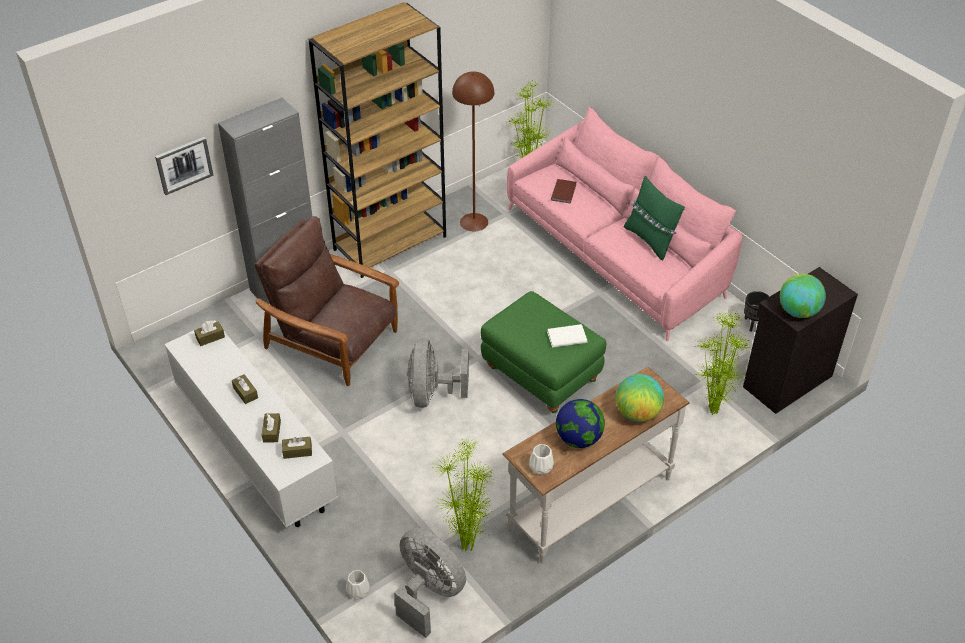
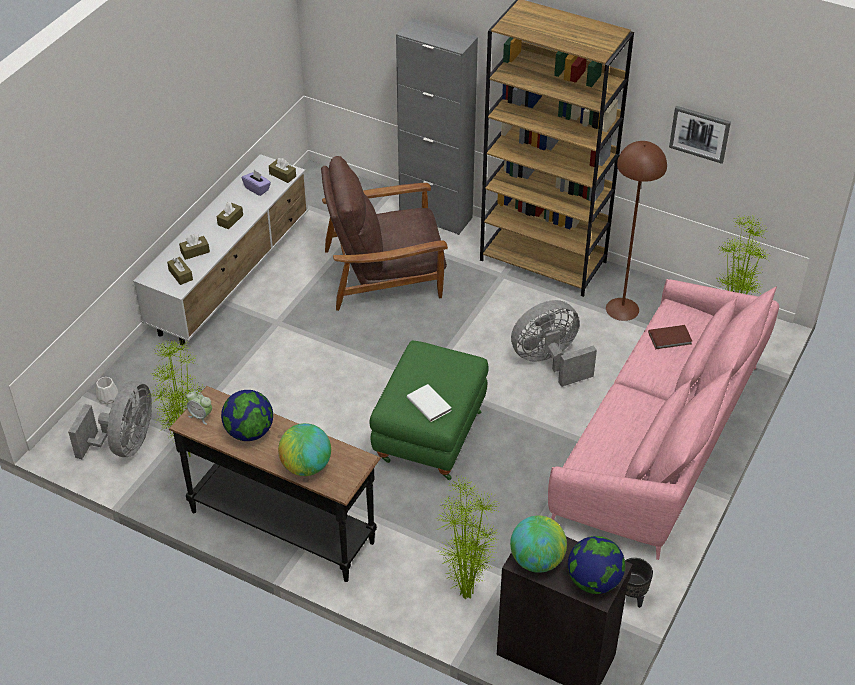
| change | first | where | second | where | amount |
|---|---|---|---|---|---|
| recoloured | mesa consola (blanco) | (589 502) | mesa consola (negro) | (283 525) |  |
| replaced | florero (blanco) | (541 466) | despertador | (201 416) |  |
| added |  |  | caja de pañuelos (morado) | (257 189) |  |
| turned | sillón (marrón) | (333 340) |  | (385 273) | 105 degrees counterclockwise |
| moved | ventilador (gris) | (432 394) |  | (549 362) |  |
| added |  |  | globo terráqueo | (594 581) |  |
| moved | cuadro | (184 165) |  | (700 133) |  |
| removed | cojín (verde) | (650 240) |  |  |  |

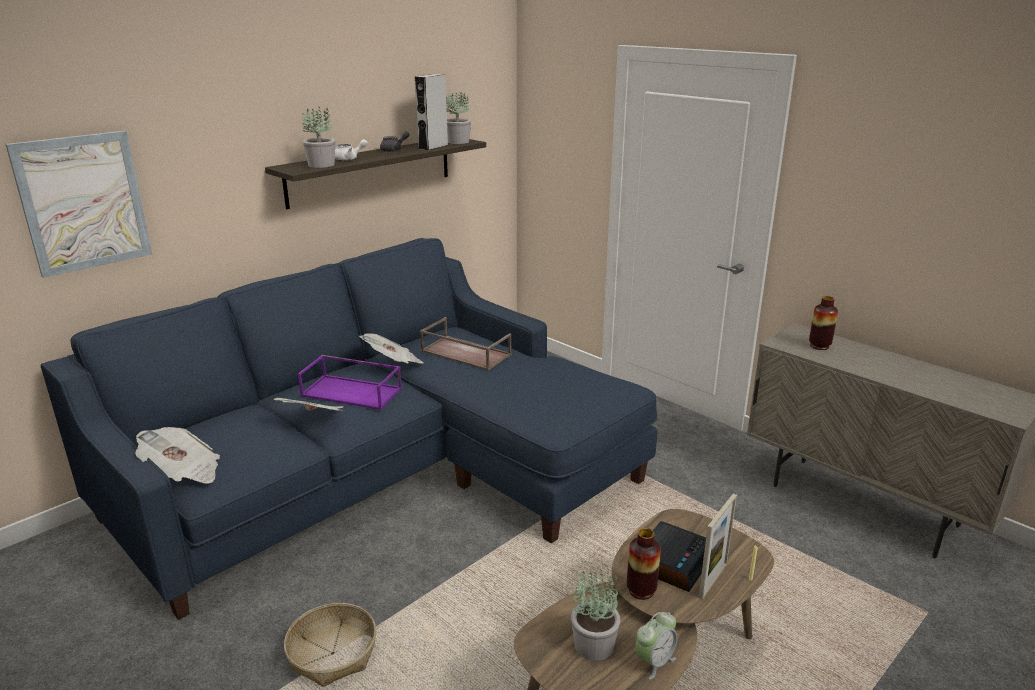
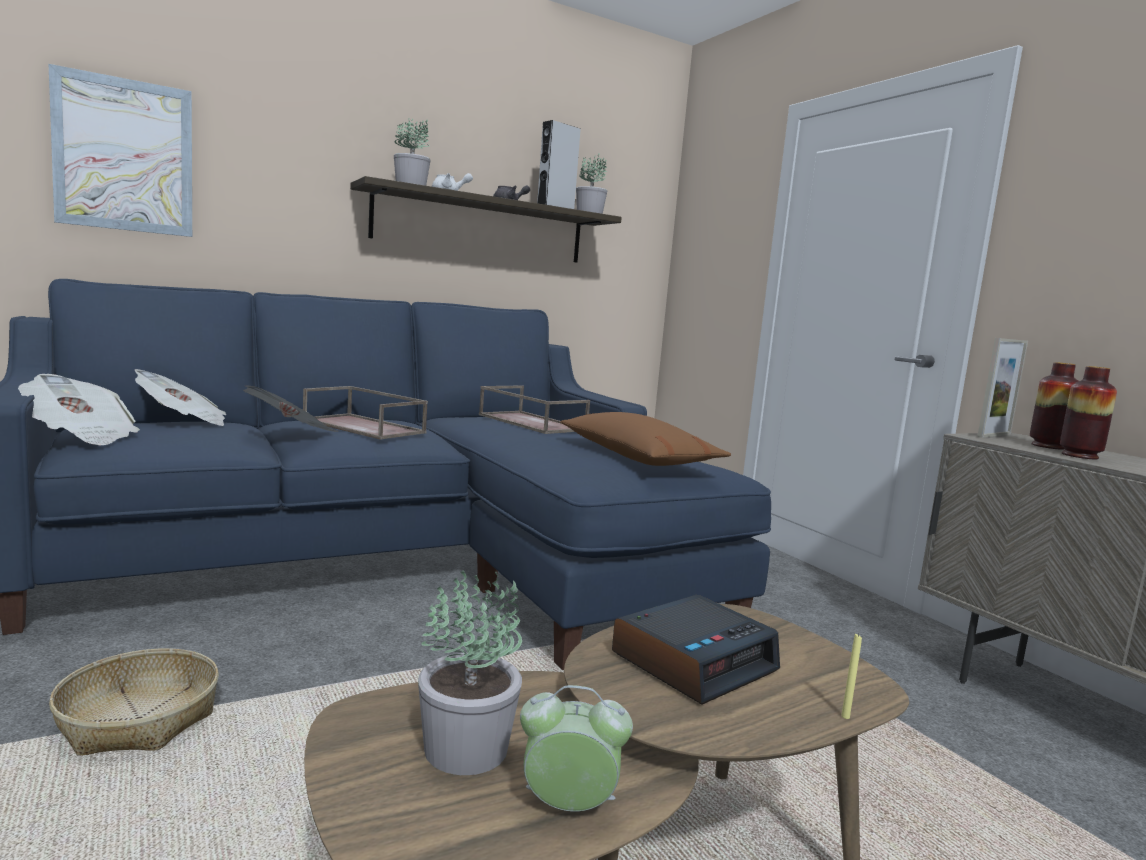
| change | first | where | second | where | amount |
|---|---|---|---|---|---|
| moved | periódico | (393 363) |  | (184 421) |  |
| recoloured | bandeja (morado) | (353 392) | bandeja (marrón) | (365 427) |  |
| turned | despertador | (654 662) |  | (568 808) | 150 degrees counterclockwise |
| added |  |  | cojín (marrón) | (637 457) |  |
| moved | portarretratos | (713 580) |  | (994 435) |  |
| moved | florero | (641 590) |  | (1079 456) |  |

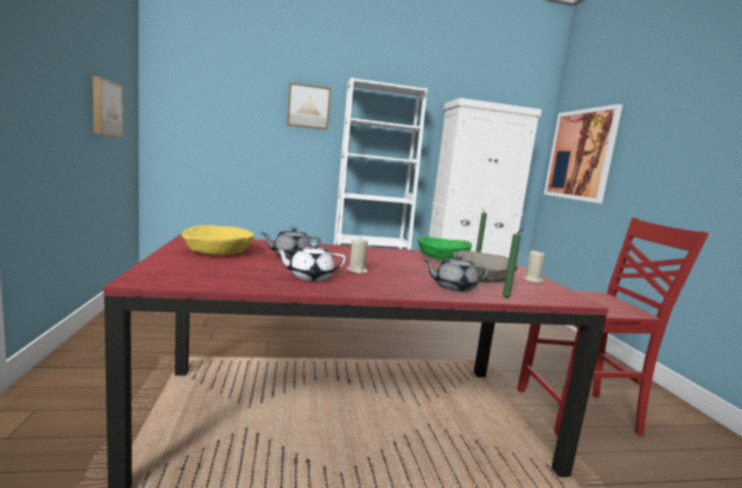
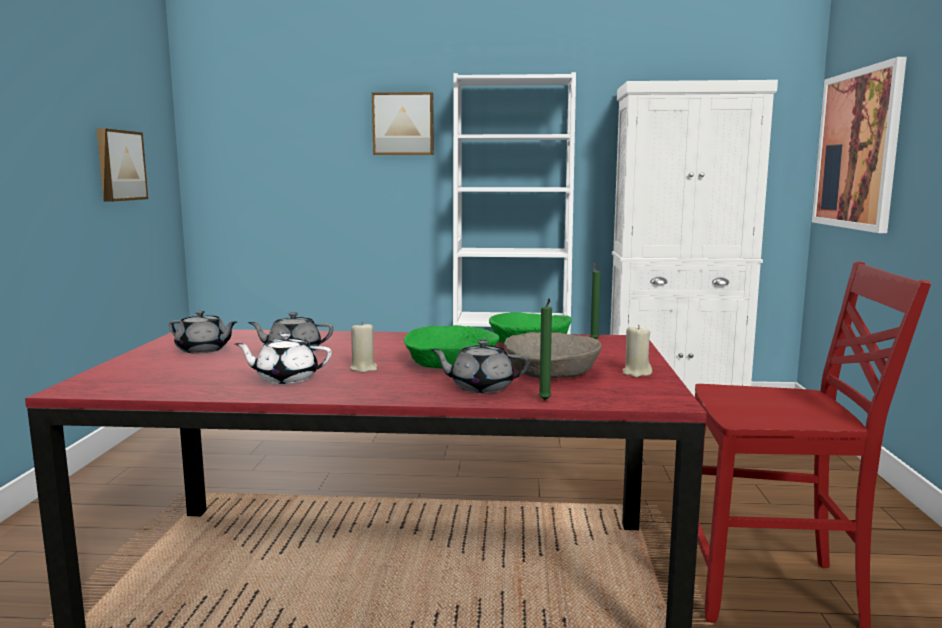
| change | first | where | second | where | amount |
|---|---|---|---|---|---|
| replaced | cuenco (amarillo) | (219 252) | tetera (gris) | (203 350) |  |
| added |  |  | cuenco (verde) | (452 363) |  |

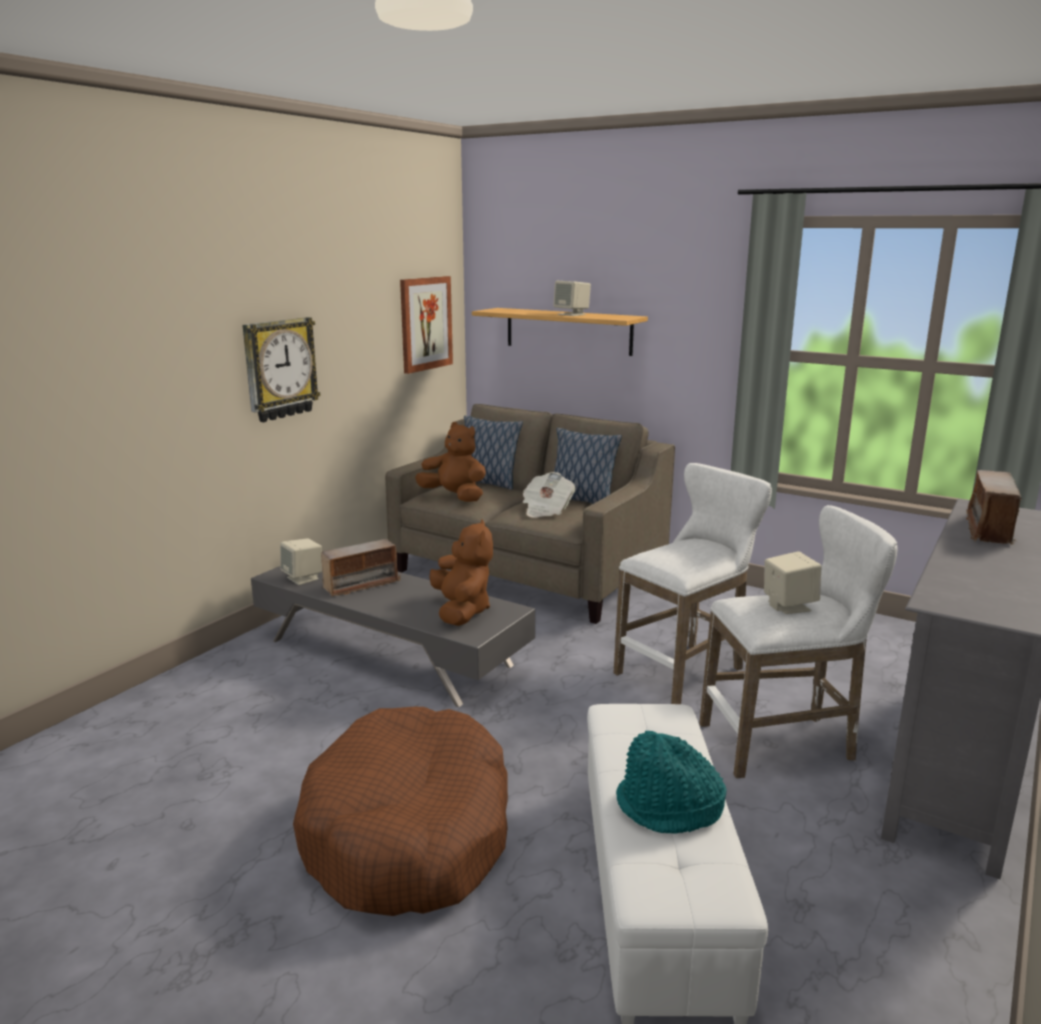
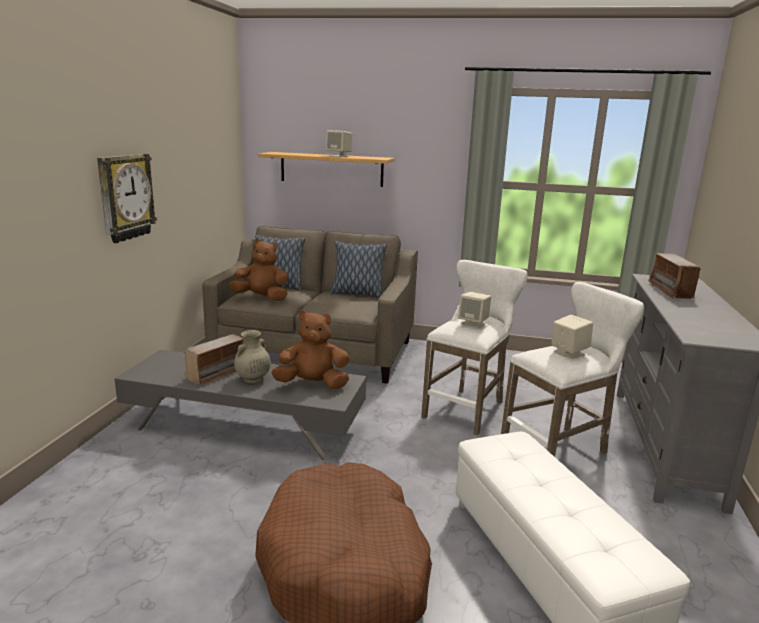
| change | first | where | second | where | amount |
|---|---|---|---|---|---|
| added |  |  | florero (beis) | (252 379) |  |
| turned | peluche (marrón) | (461 611) |  | (313 384) | 60 degrees counterclockwise |
| moved | altavoz (beis) | (303 578) |  | (473 323) |  |
| removed | cuadro | (425 323) |  |  |  |
| removed | periódico | (546 510) |  |  |  |
| removed | sombrero (turquesa) | (669 808) |  |  |  |

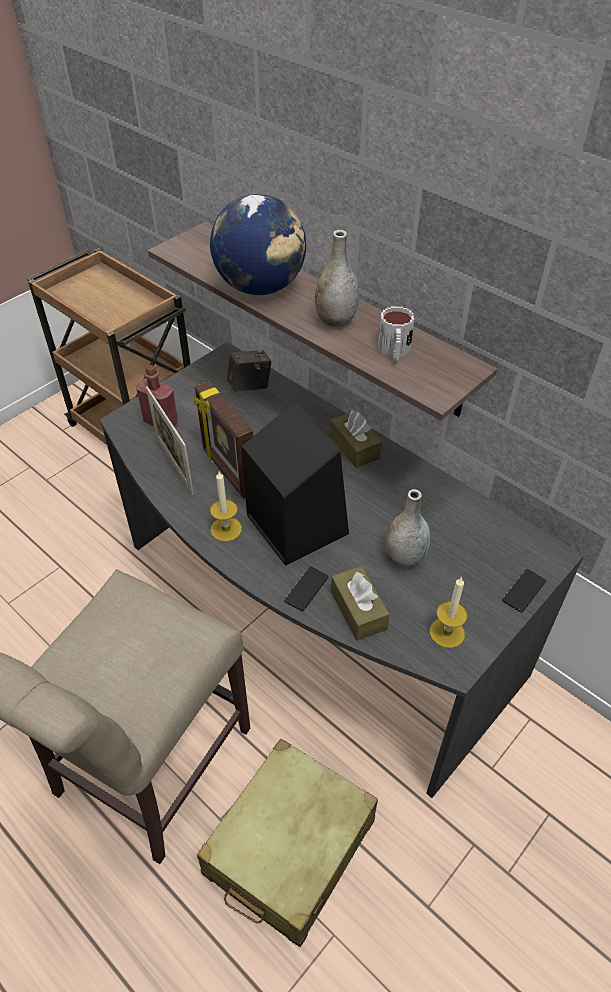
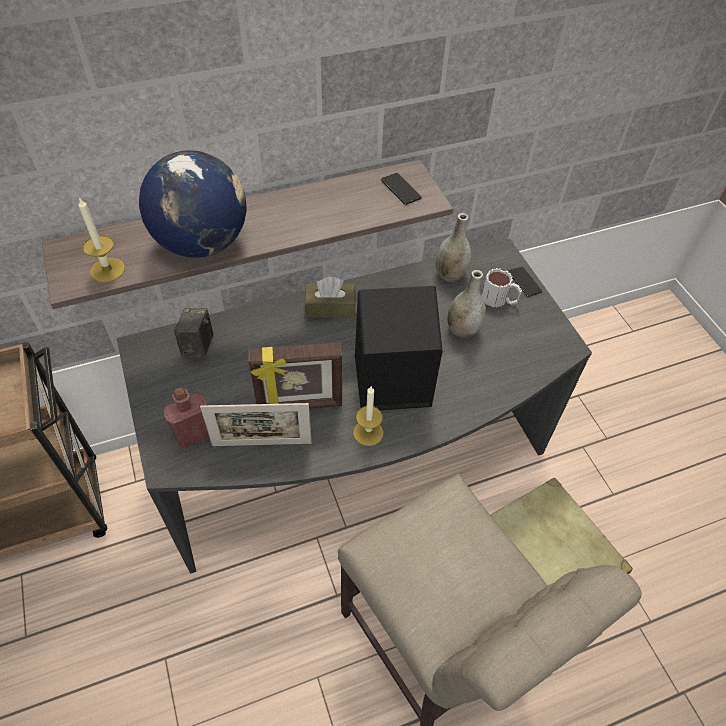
| change | first | where | second | where | amount |
|---|---|---|---|---|---|
| moved | vela | (447 632) |  | (107 270) |  |
| moved | móvil | (306 589) |  | (400 189) |  |
| moved | florero (gris) | (336 321) |  | (450 275) |  |
| moved | taza grande | (394 352) |  | (499 300) |  |
| removed | caja de pañuelos (marrón) | (358 610) |  |  |  |

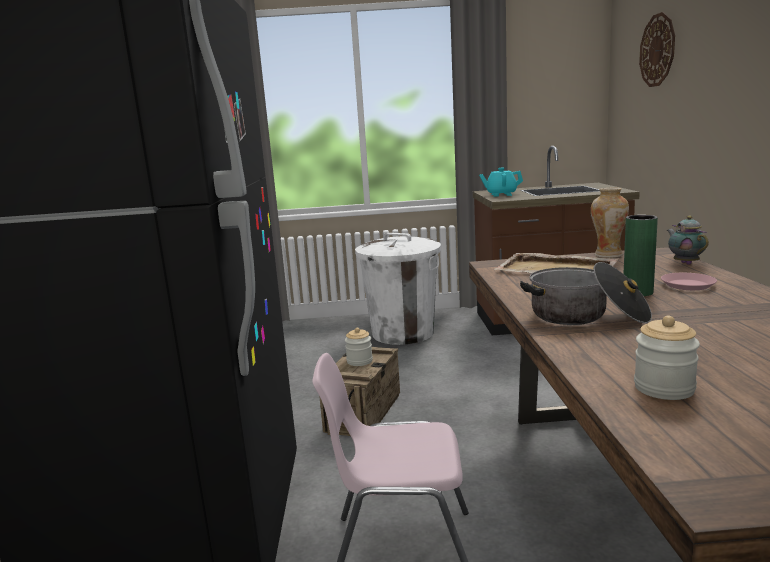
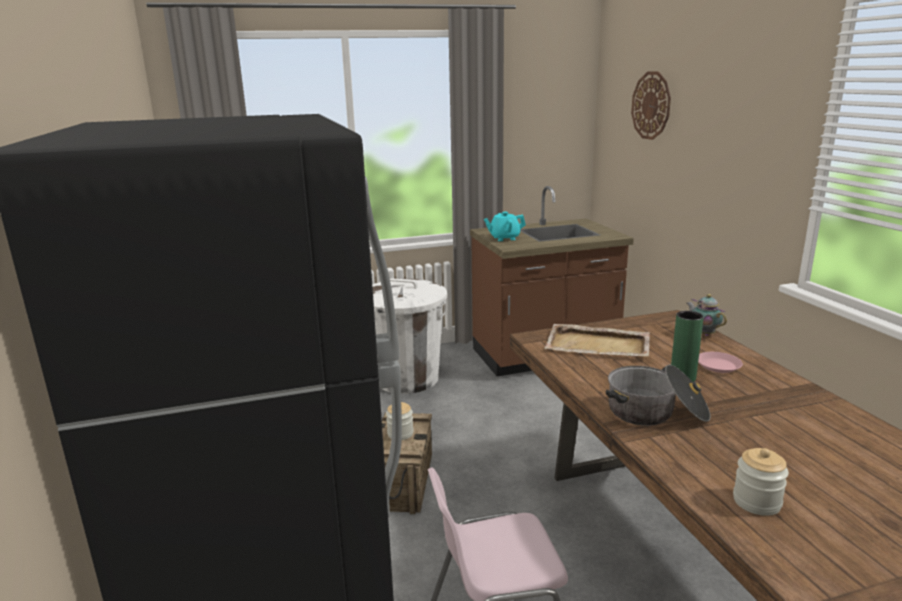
| change | first | where | second | where | amount |
|---|---|---|---|---|---|
| removed | florero | (608 255) |  |  |  |

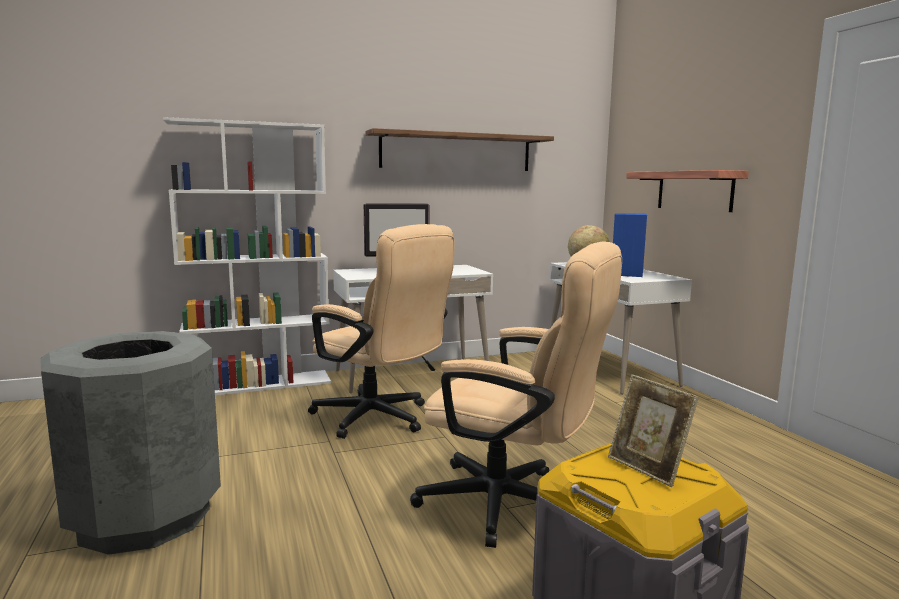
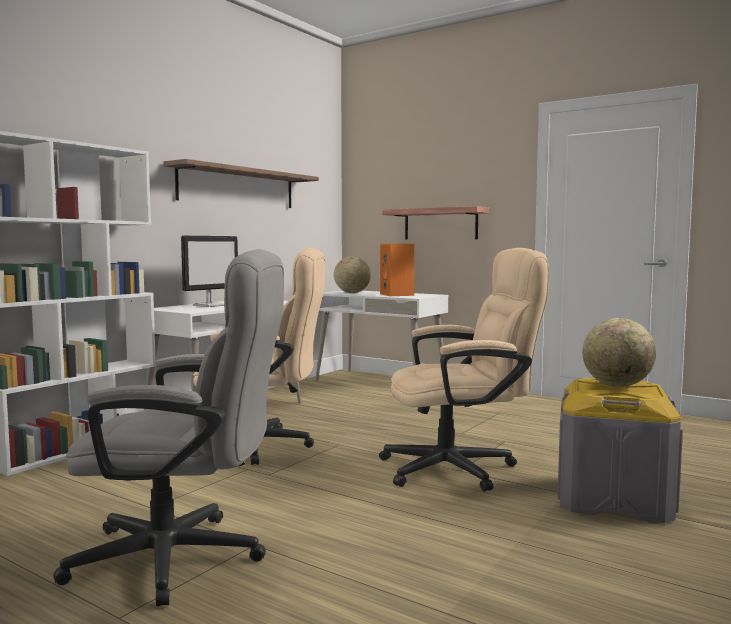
| change | first | where | second | where | amount |
|---|---|---|---|---|---|
| replaced | papelera (gris) | (144 517) | silla de oficina (gris) | (185 558) |  |
| recoloured | altavoz (azul) | (627 274) | altavoz (naranja) | (397 295) |  |
| replaced | portarretratos | (647 468) | globo terráqueo | (617 386) |  |

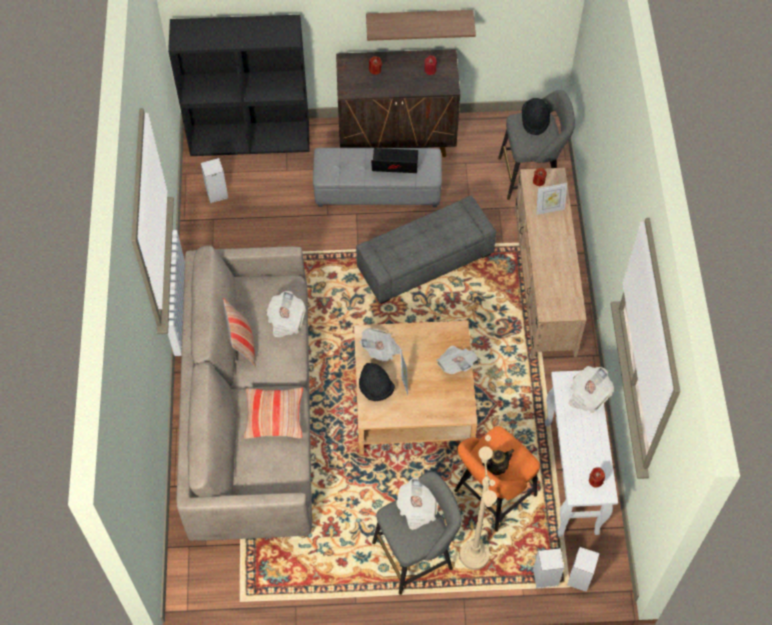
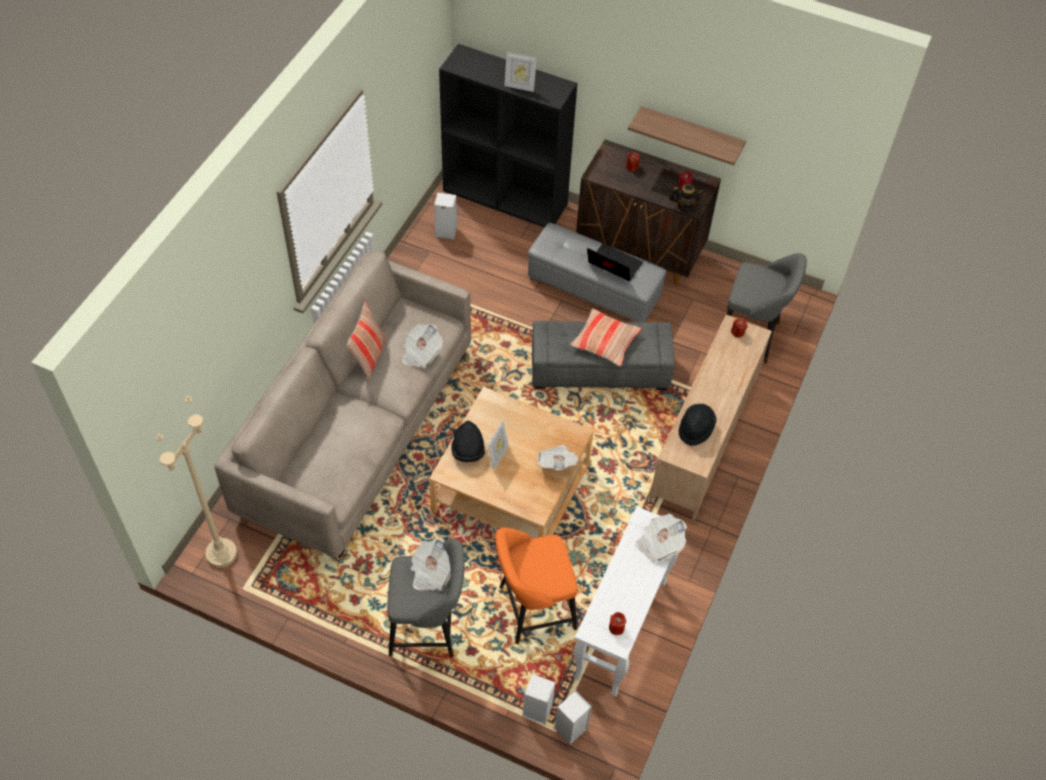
| change | first | where | second | where | amount |
|---|---|---|---|---|---|
| moved | lámpara de pie (beis) | (474 555) |  | (221 553) |  |
| moved | portarretratos | (549 209) |  | (519 86) |  |
| moved | cojín | (274 417) |  | (605 342) |  |
| moved | tetera | (495 467) |  | (684 205) |  |
| moved | sombrero (negro) | (535 121) |  | (695 429) |  |
| removed | periódico | (381 350) |  |  |  |

